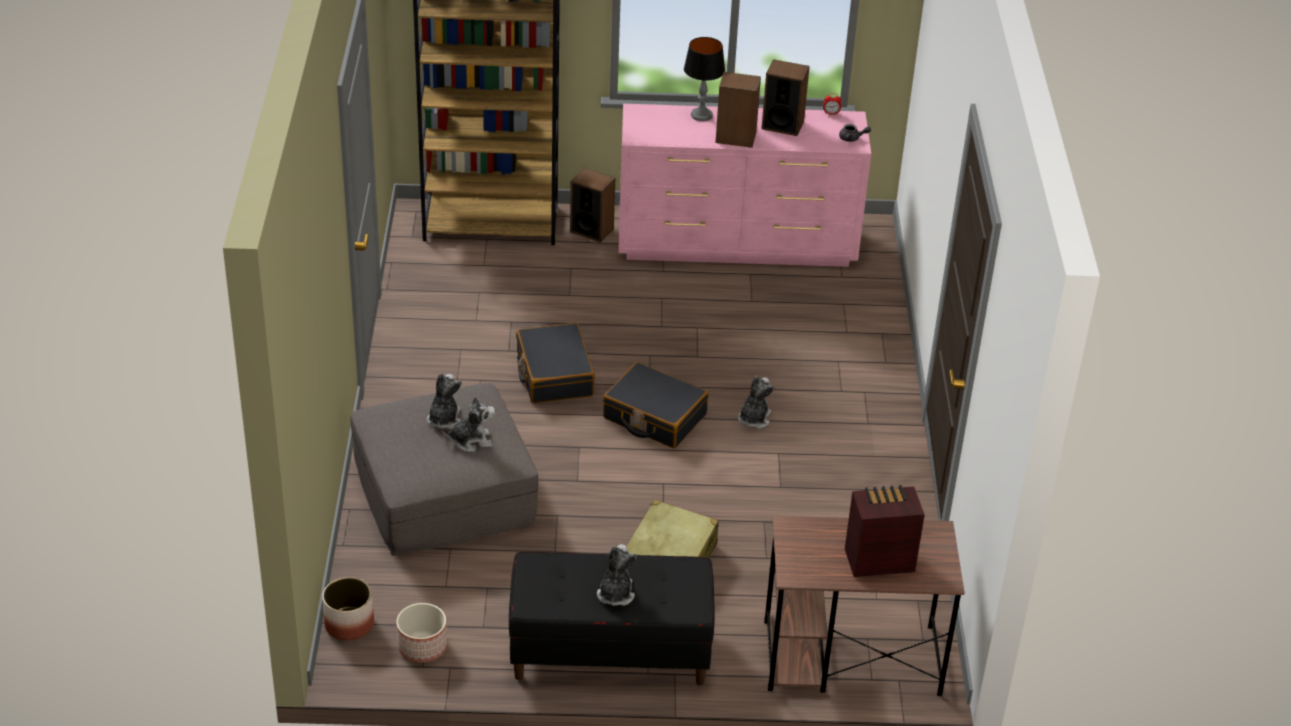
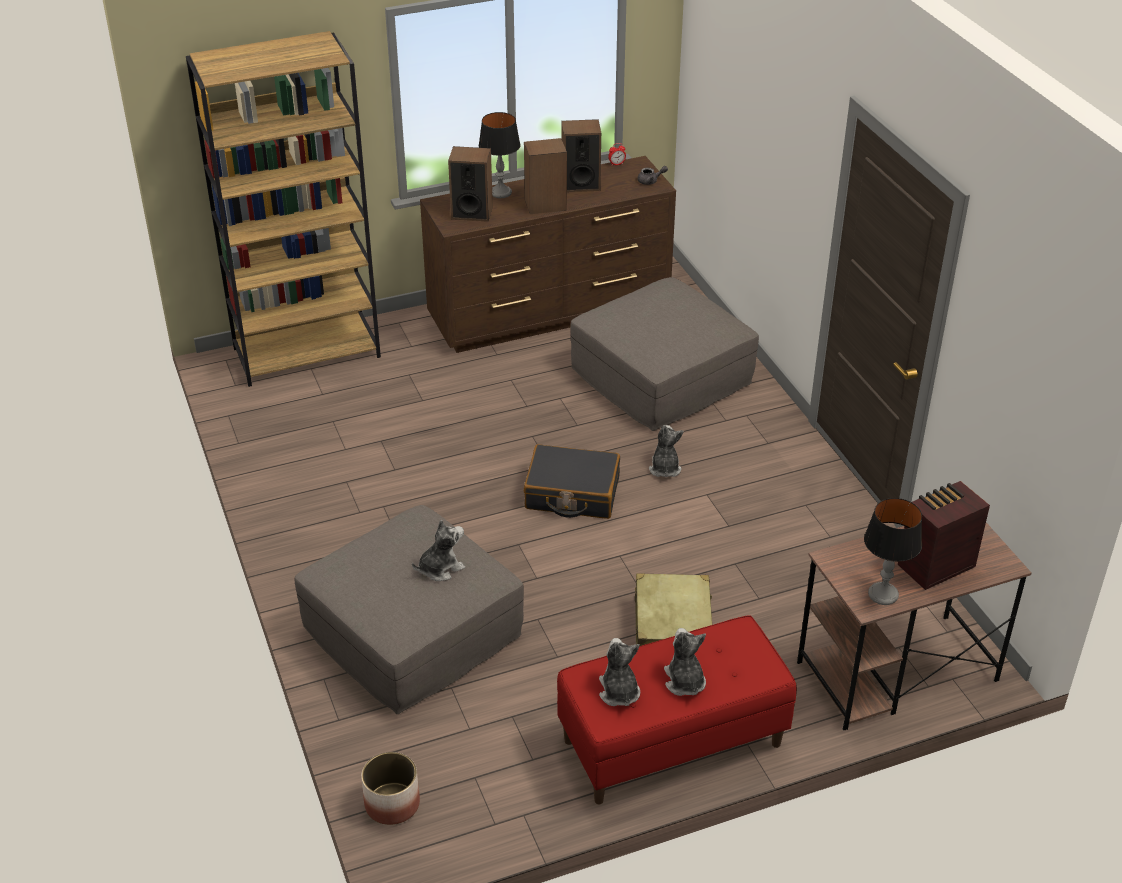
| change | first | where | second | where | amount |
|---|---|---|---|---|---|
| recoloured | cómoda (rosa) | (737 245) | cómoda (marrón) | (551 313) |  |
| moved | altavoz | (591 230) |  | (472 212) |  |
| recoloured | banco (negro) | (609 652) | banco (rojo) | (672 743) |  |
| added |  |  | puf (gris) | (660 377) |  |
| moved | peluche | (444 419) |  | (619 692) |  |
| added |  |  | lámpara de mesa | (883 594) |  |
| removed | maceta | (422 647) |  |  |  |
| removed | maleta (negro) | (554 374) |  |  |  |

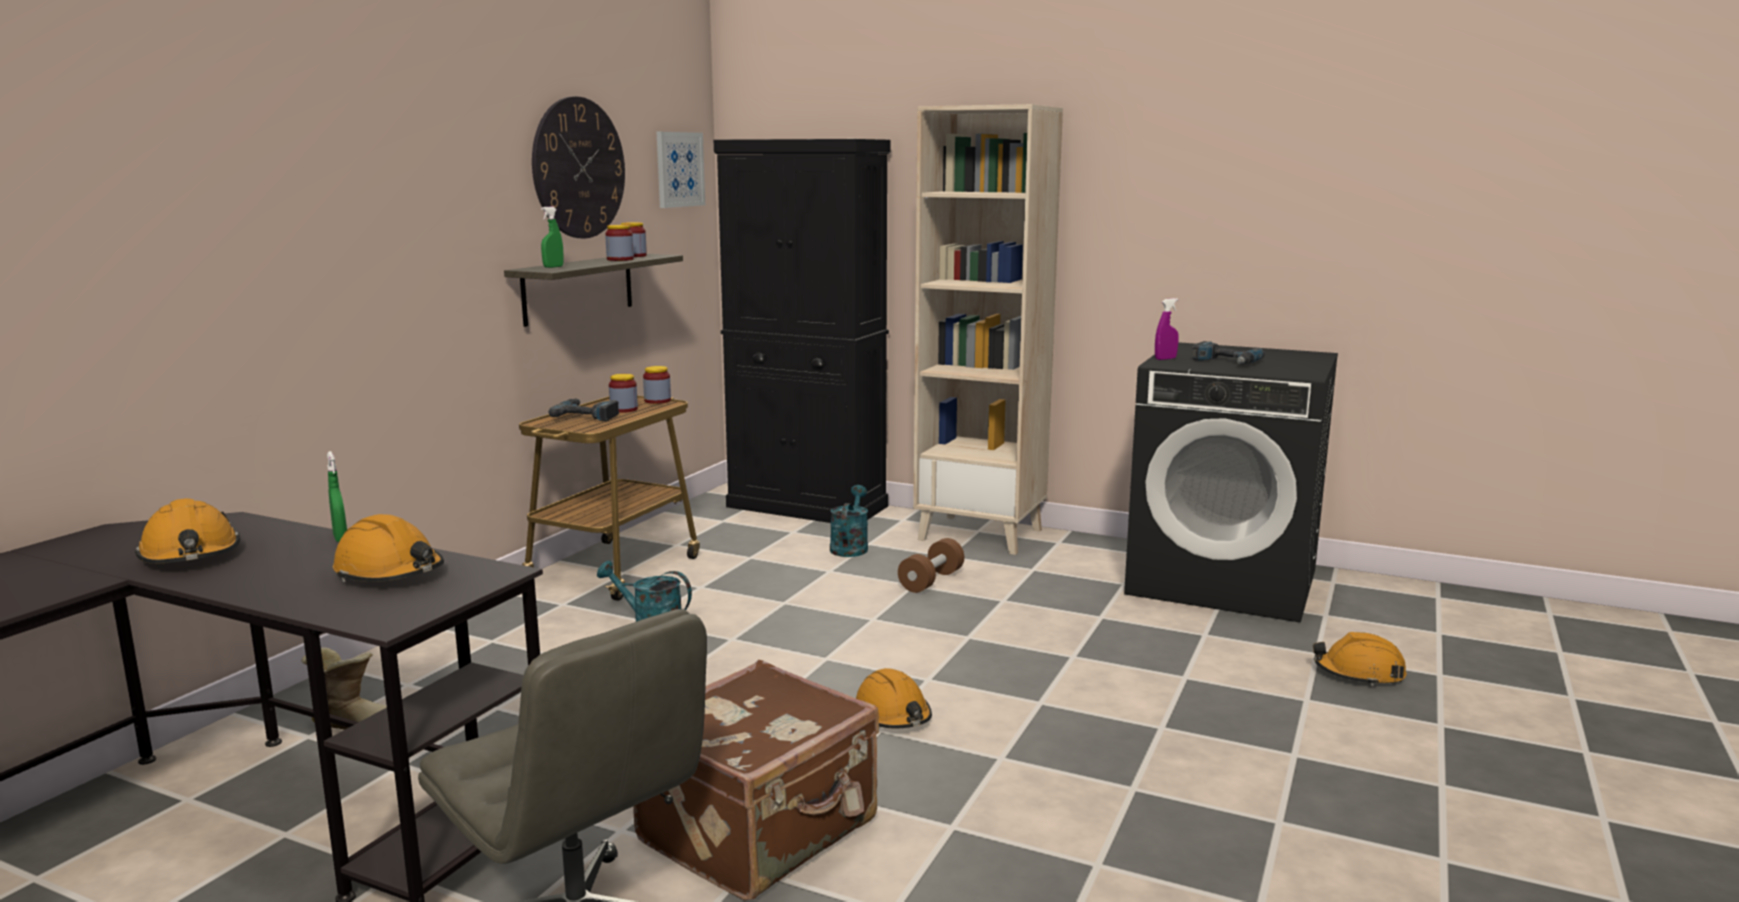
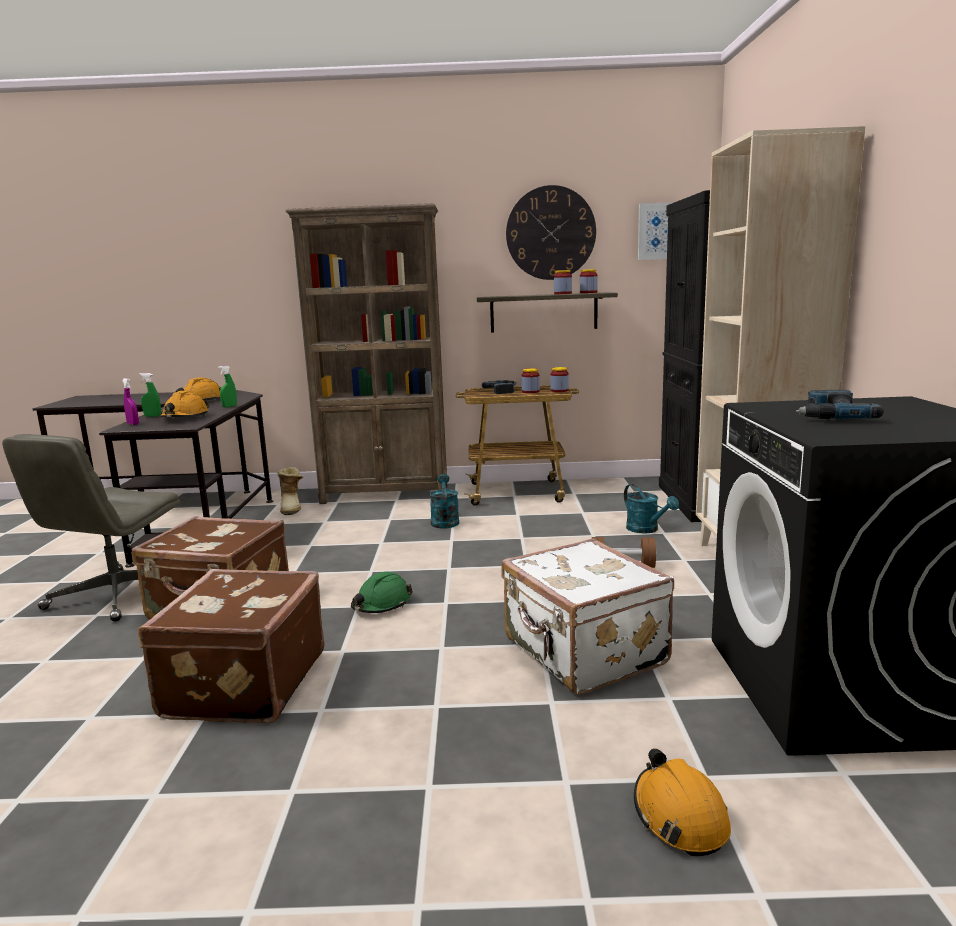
| change | first | where | second | where | amount |
|---|---|---|---|---|---|
| moved | pulverizador (morado) | (1165 359) |  | (133 424) |  |
| added |  |  | maleta (marrón) | (242 684) |  |
| moved | pulverizador (verde) | (553 267) |  | (152 416) |  |
| added |  |  | estantería (marrón) | (386 494) |  |
| recoloured | casco (naranja) | (893 715) | casco (verde) | (381 605) |  |
| added |  |  | maleta (blanco) | (583 653) |  |
| turned | regadera (turquesa) | (850 547) |  | (647 530) | 75 degrees clockwise |

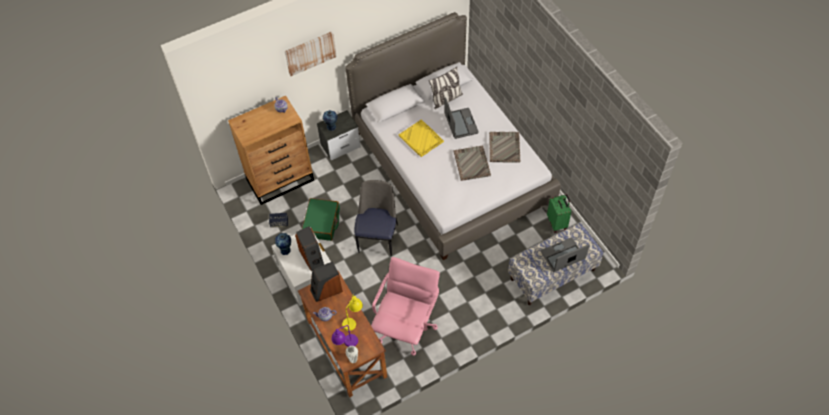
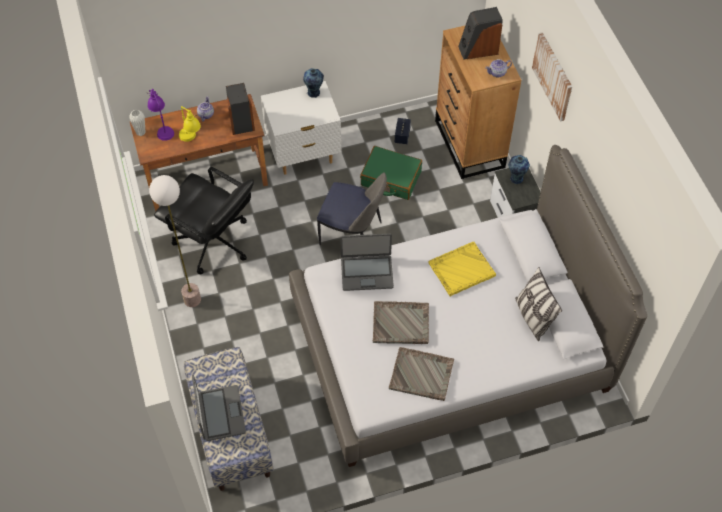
| change | first | where | second | where | amount |
|---|---|---|---|---|---|
| added |  |  | lámpara de pie | (192 300) |  |
| recoloured | silla de oficina (rosa) | (406 327) | silla de oficina (negro) | (213 243) |  |
| moved | portátil | (460 124) |  | (367 272) |  |
| moved | altavoz | (312 257) |  | (478 49) |  |
| removed | maleta (verde) | (557 223) |  |  |  |

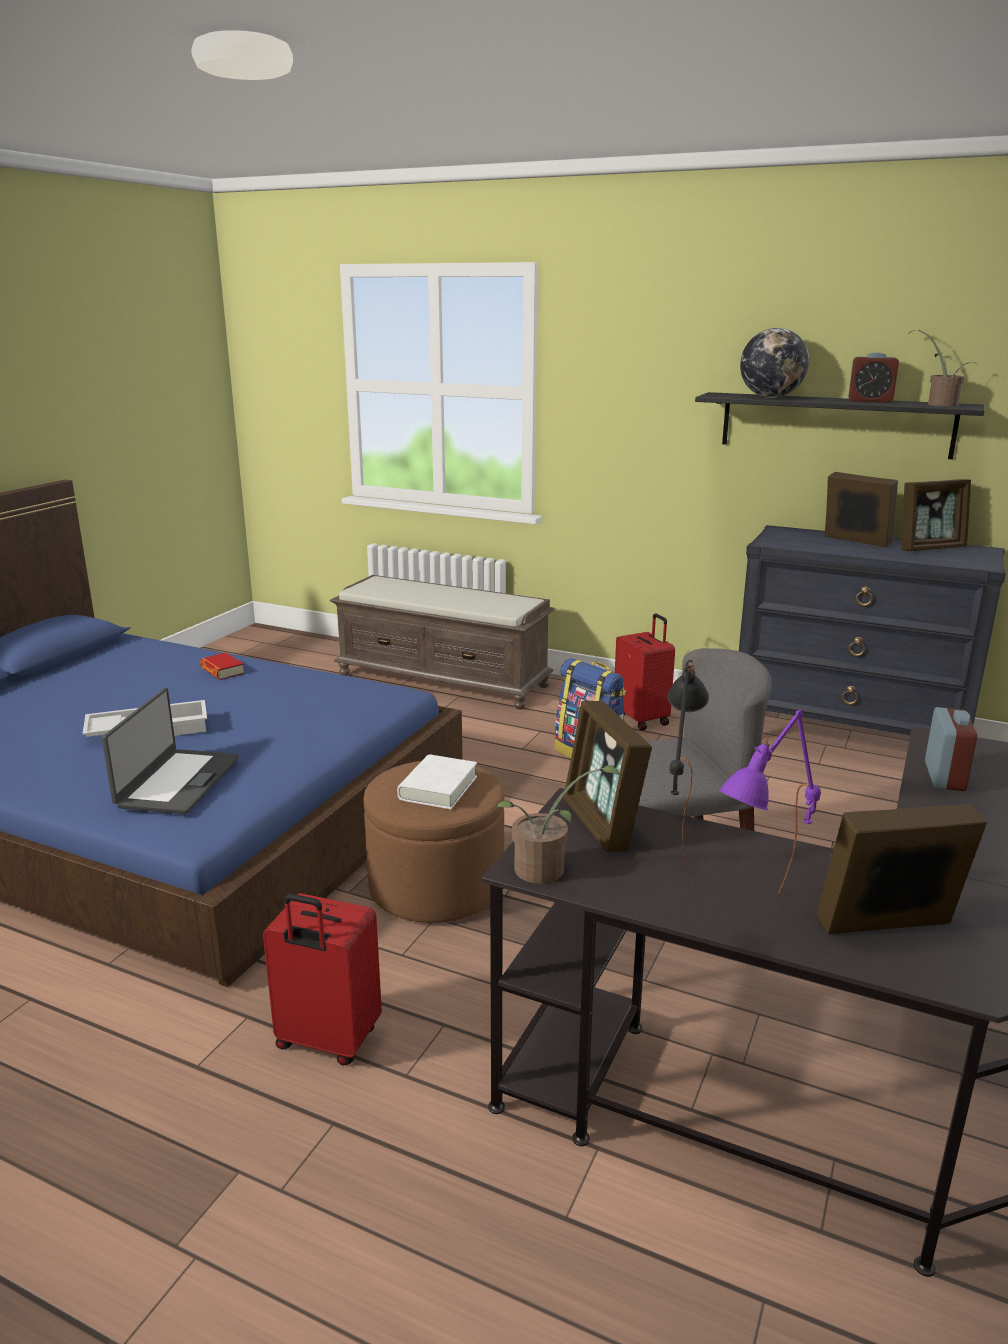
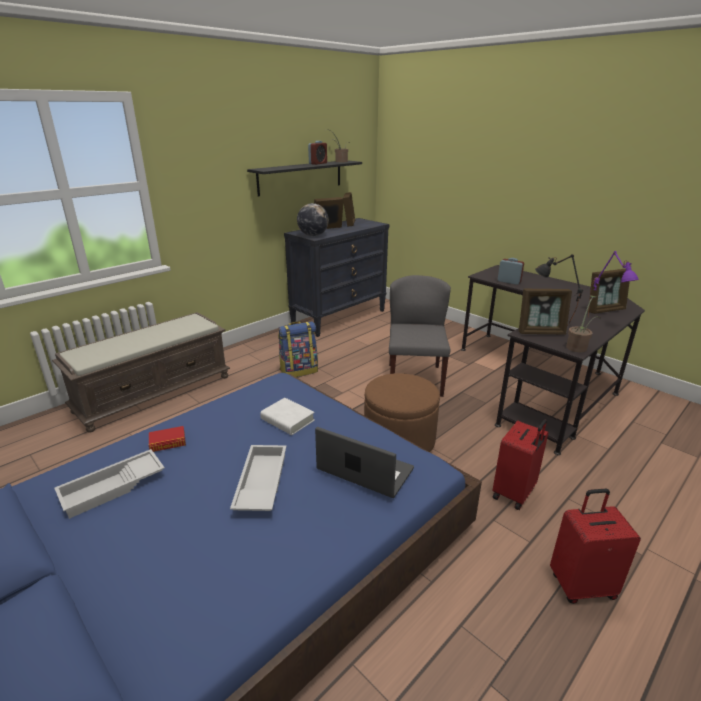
| change | first | where | second | where | amount |
|---|---|---|---|---|---|
| added |  |  | bandeja (blanco) | (113 488) |  |
| moved | libro (blanco) | (438 788) |  | (287 420) |  |
| moved | globo terráqueo | (770 397) |  | (313 235) |  |
| moved | maleta (rojo) | (642 719) |  | (581 585) |  |
| turned | portarretratos | (887 927) |  | (604 310) | 120 degrees counterclockwise |

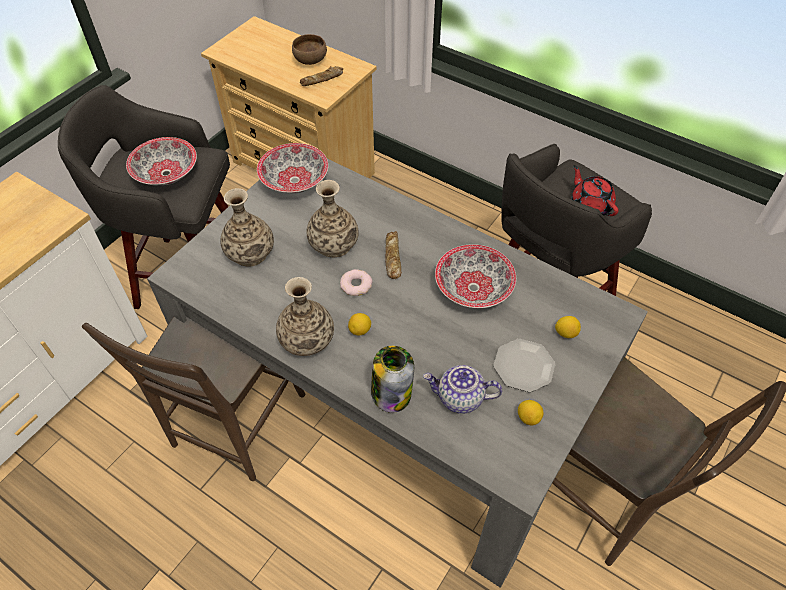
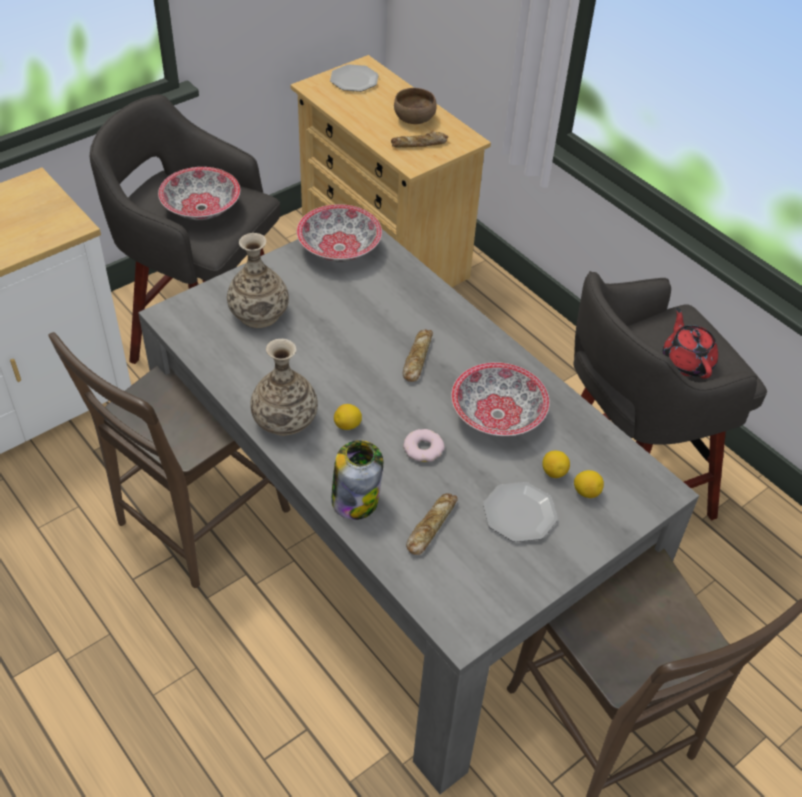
| change | first | where | second | where | amount |
|---|---|---|---|---|---|
| added |  |  | plato | (354 80) |  |
| moved | rosquilla | (356 285) |  | (423 448) |  |
| replaced | tetera | (459 398) | pan | (430 526) |  |
| moved | limón | (528 417) |  | (554 472) |  |
| removed | florero | (333 244) |  |  |  |

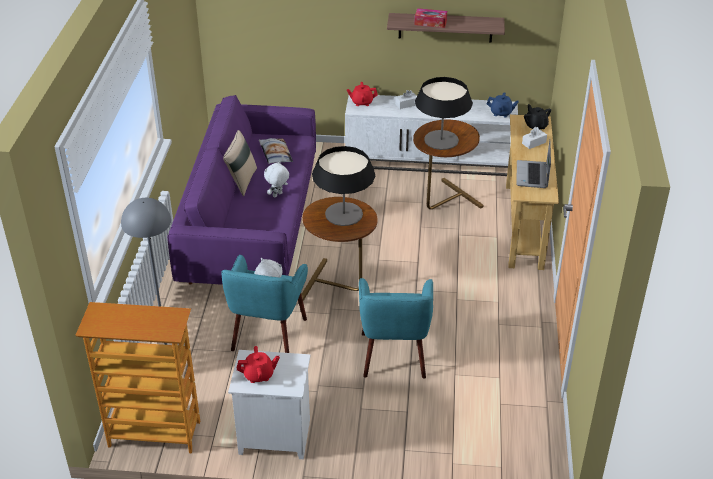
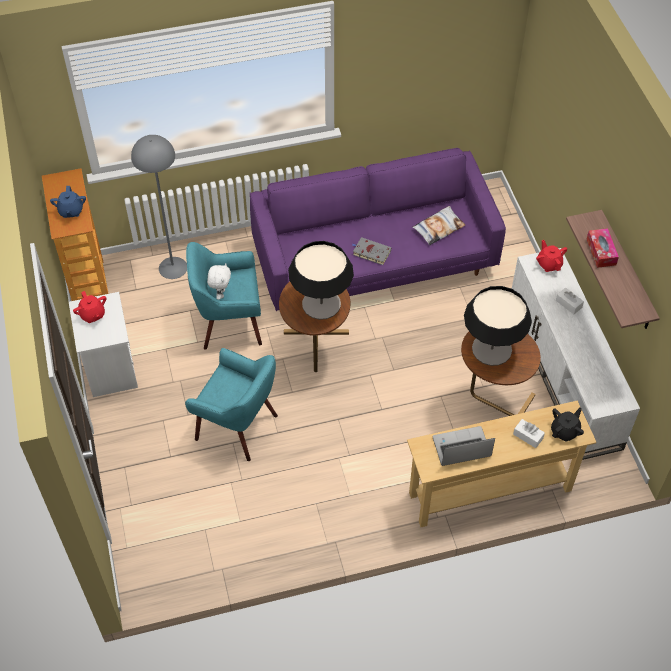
| change | first | where | second | where | amount |
|---|---|---|---|---|---|
| moved | tetera (azul) | (501 113) |  | (71 211) |  |
| turned | sillón (turquesa) | (394 356) |  | (238 427) | 135 degrees counterclockwise |
| replaced | peluche (blanco) | (277 195) | libro (gris) | (370 252) |  |
| removed | cojín (beis) | (241 181) |  |  |  |

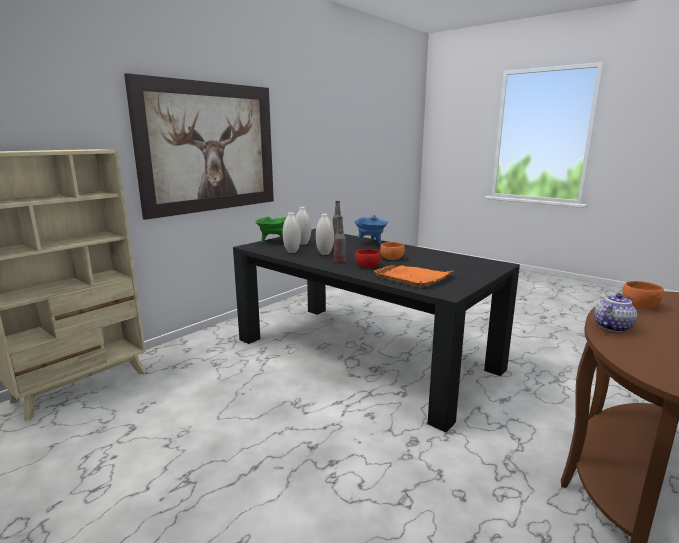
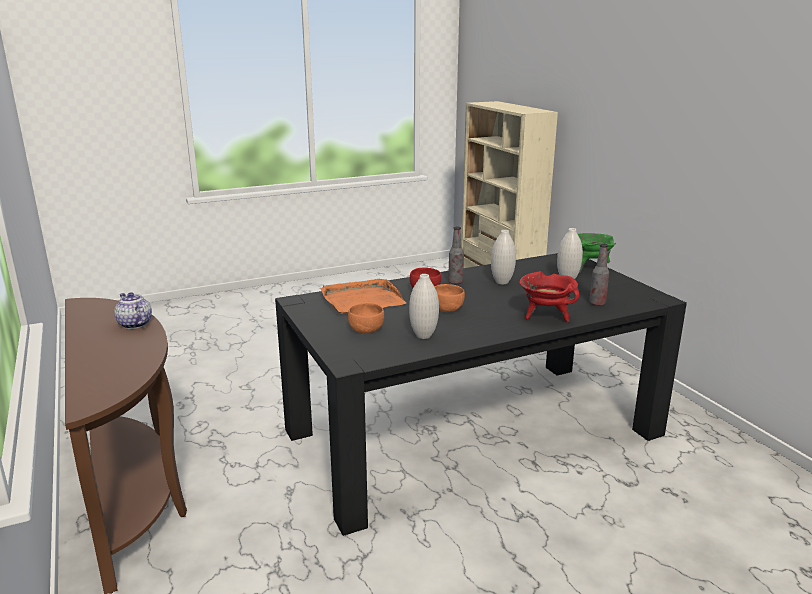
| change | first | where | second | where | amount |
|---|---|---|---|---|---|
| turned | tetera | (612 326) |  | (134 324) | 150 degrees clockwise |
| moved | cuenco (naranja) | (639 305) |  | (366 329) |  |
| moved | florero (blanco) | (292 252) |  | (423 336) |  |
| recoloured | olla (azul) | (371 243) | olla (rojo) | (546 316) |  |
| removed | cuadro | (209 147) |  |  |  |

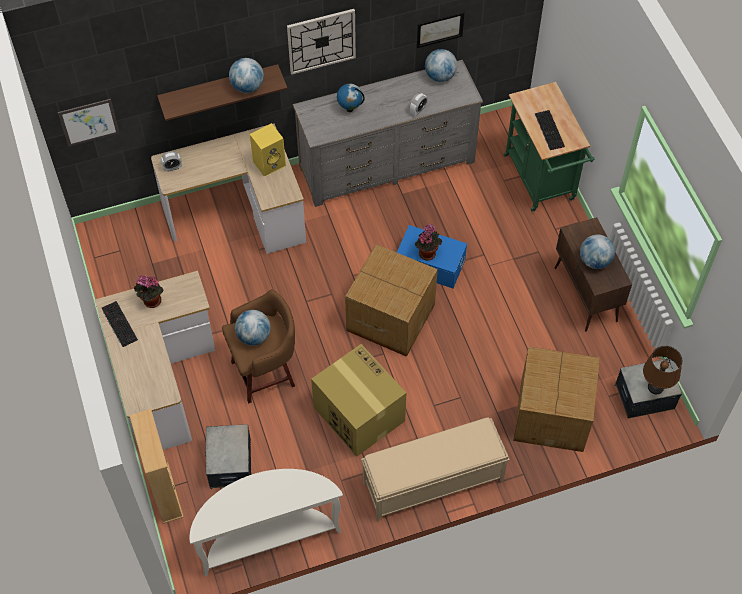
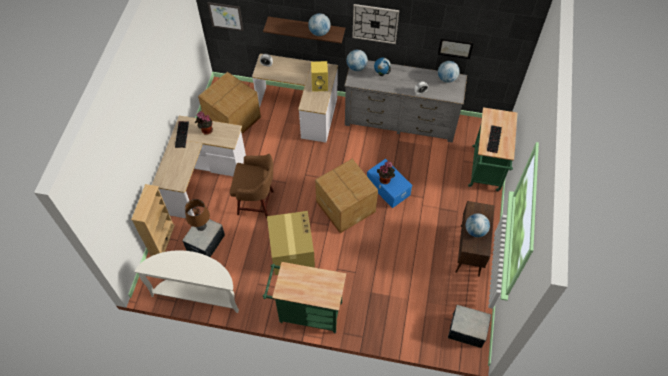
| change | first | where | second | where | amount |
|---|---|---|---|---|---|
| moved | lámpara de mesa (marrón) | (655 387) |  | (201 226) |  |
| moved | caja de cartón | (553 414) |  | (233 119) |  |
| replaced | banco (beis) | (432 482) | carrito (verde) | (307 312) |  |
| moved | globo terráqueo | (254 336) |  | (356 67) |  |

